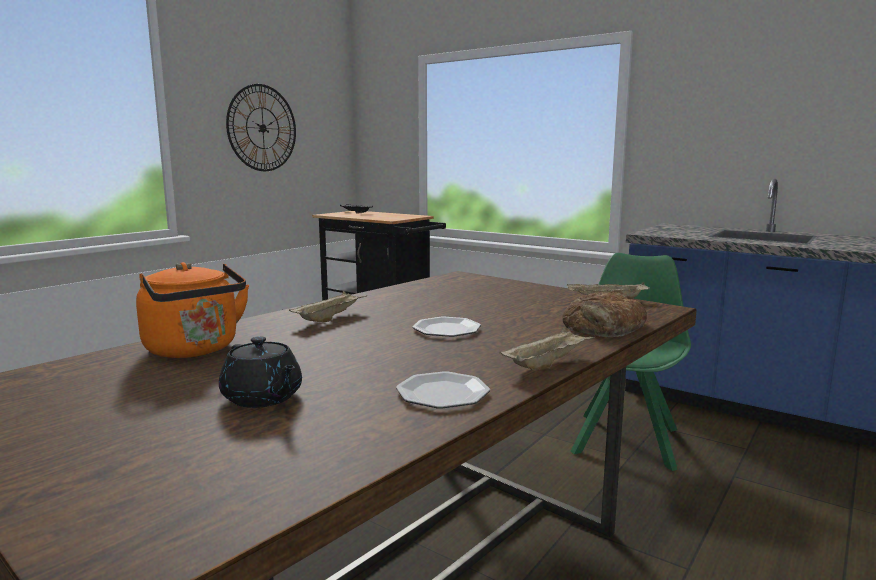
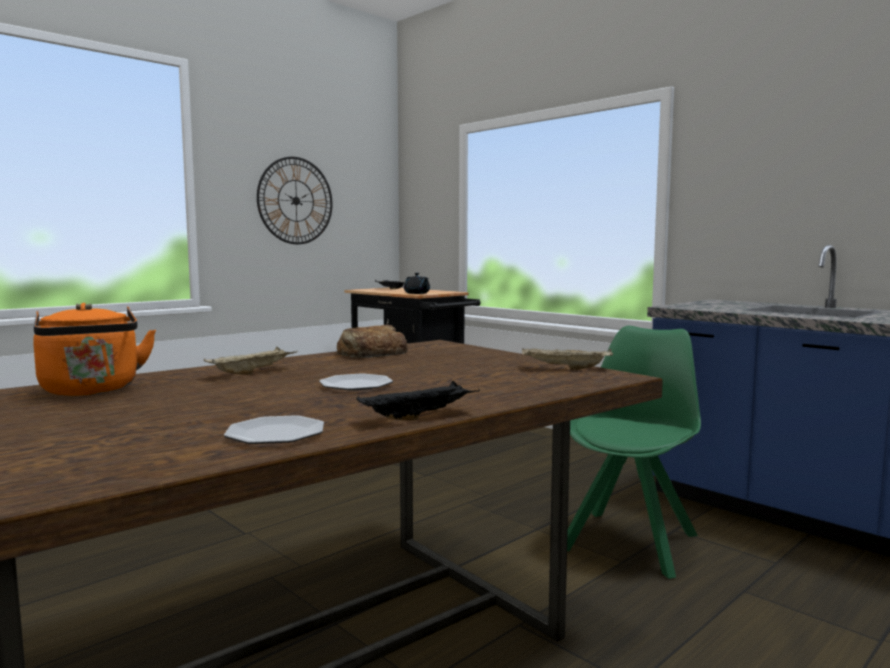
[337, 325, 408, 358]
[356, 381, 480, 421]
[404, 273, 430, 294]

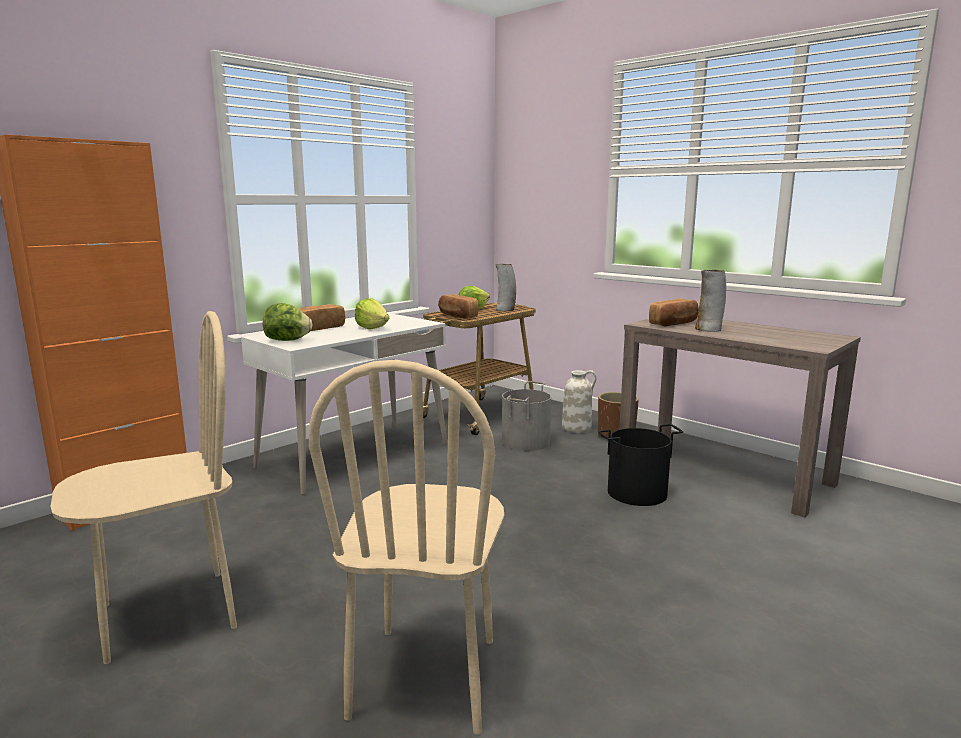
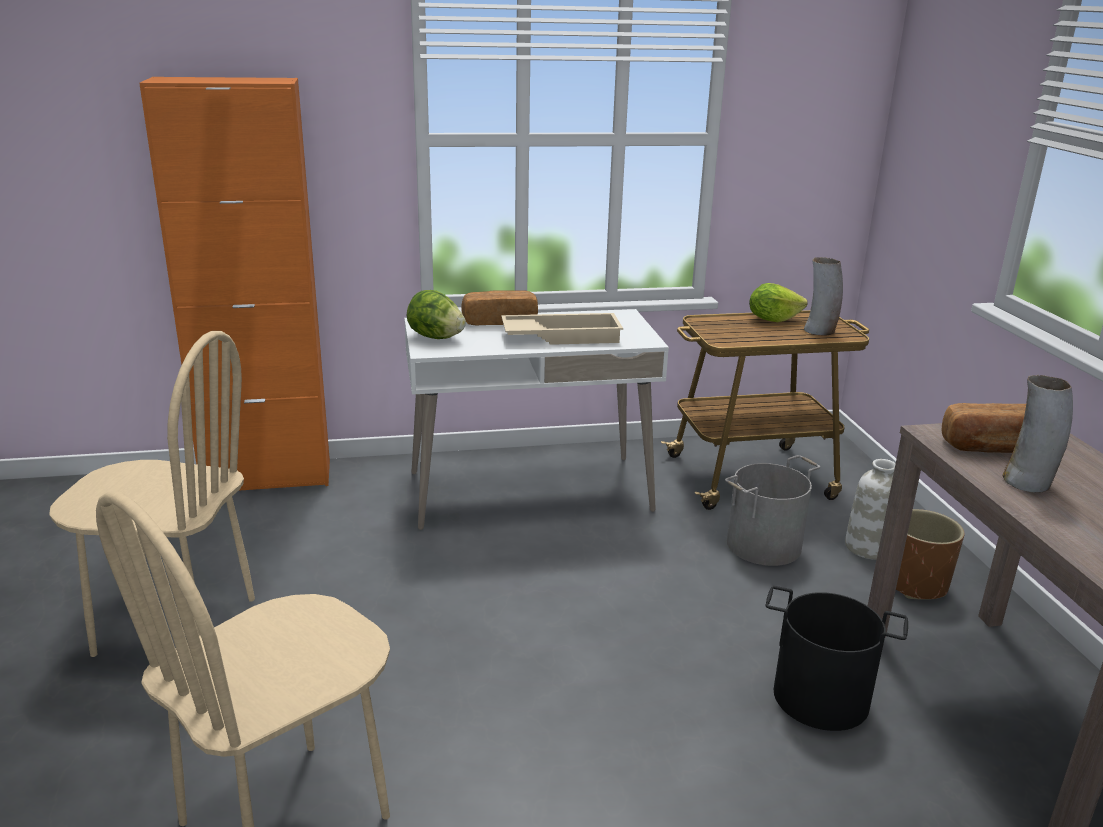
[438, 294, 479, 318] (first image)
[501, 313, 623, 345]

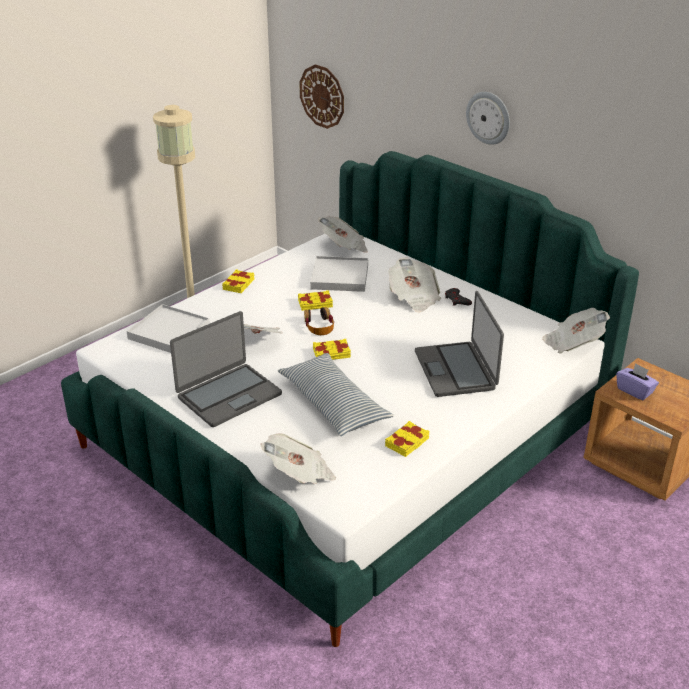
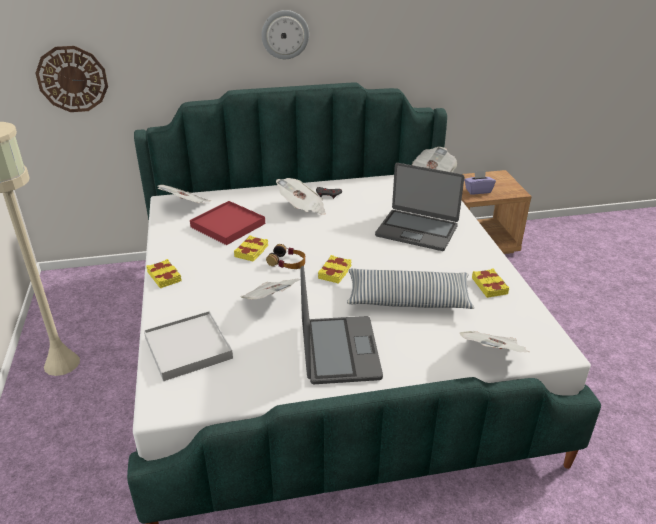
[190, 201, 265, 245]

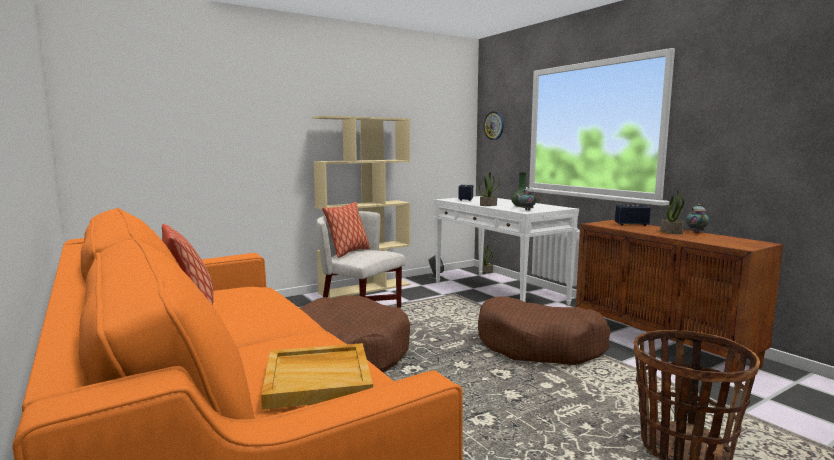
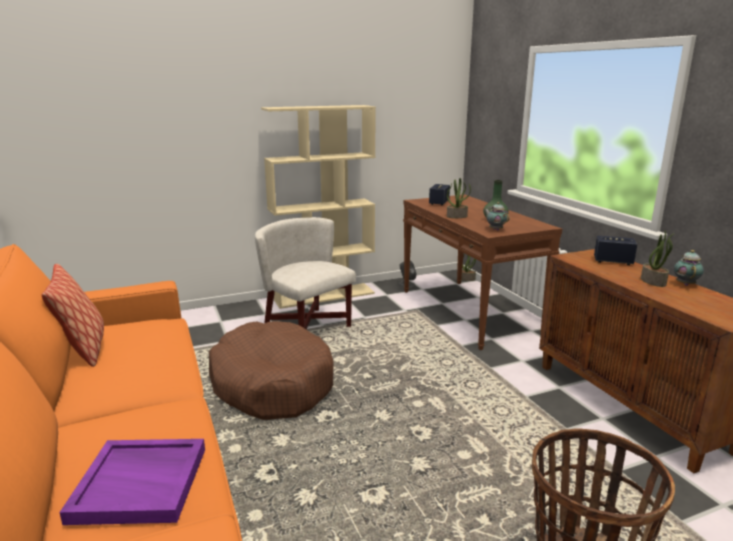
[484, 111, 504, 140] (first image)
[403, 194, 562, 350]
[322, 202, 370, 258] (first image)
[478, 296, 611, 365] (first image)
[59, 439, 205, 525]

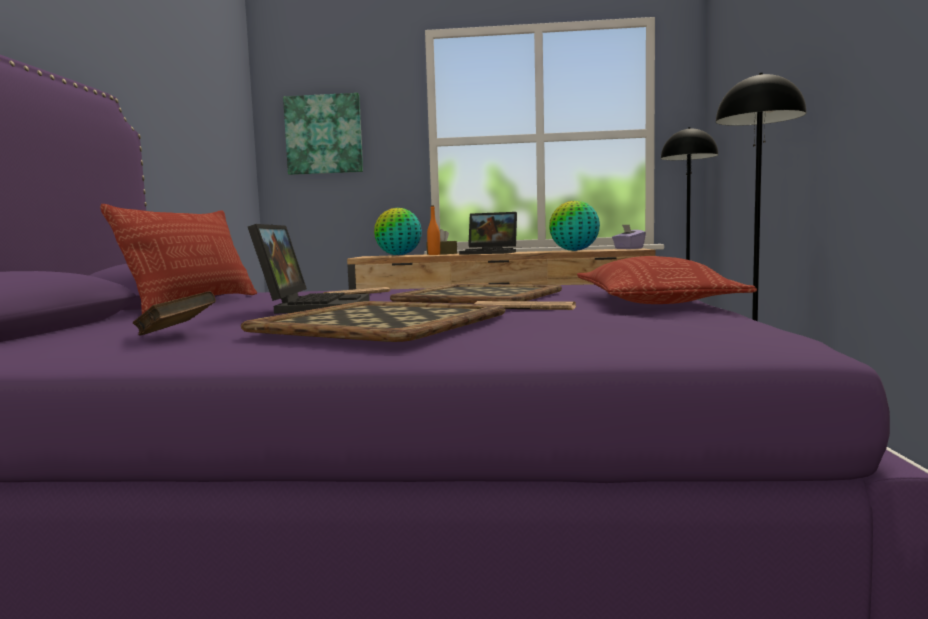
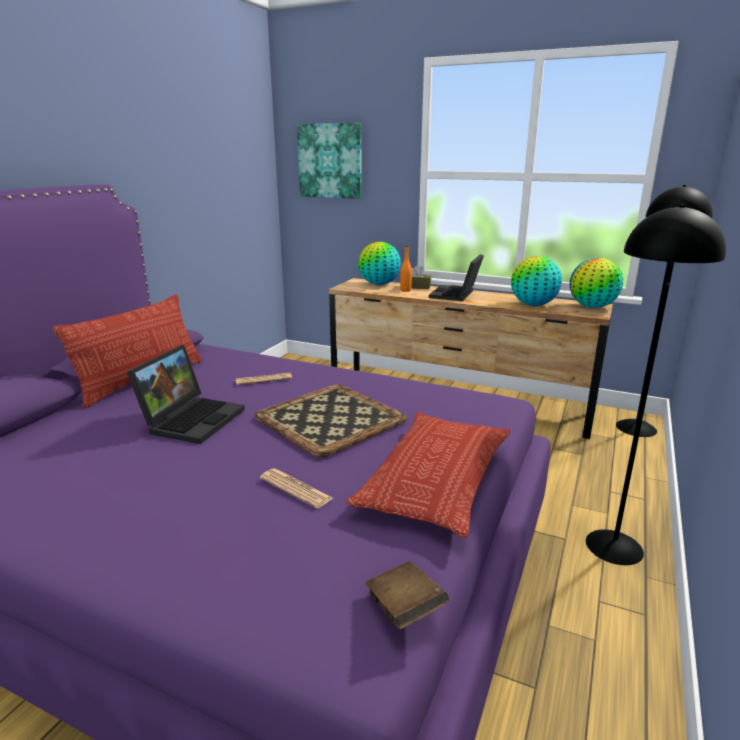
[429, 254, 484, 301]
[570, 257, 623, 308]
[365, 561, 449, 630]
[241, 301, 505, 342] (first image)

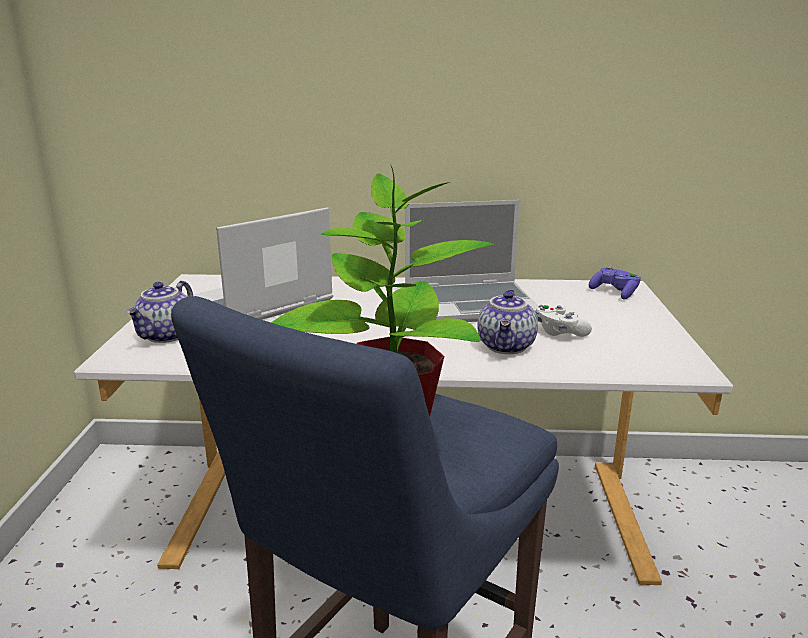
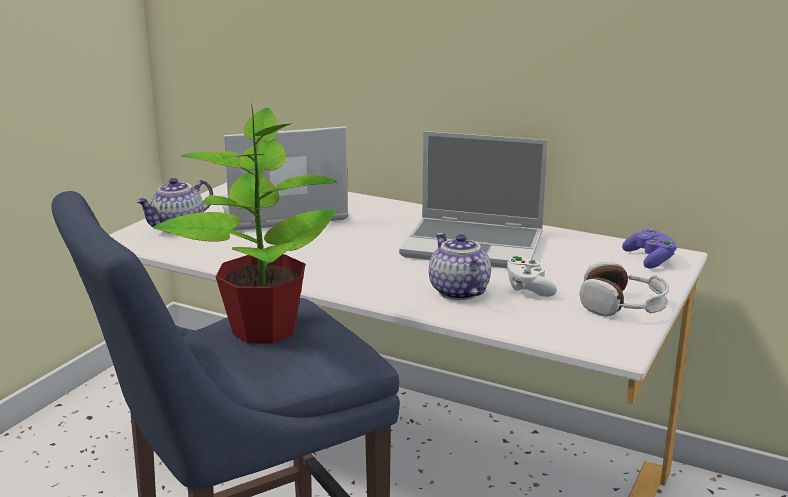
[429, 233, 491, 300]
[580, 262, 669, 317]

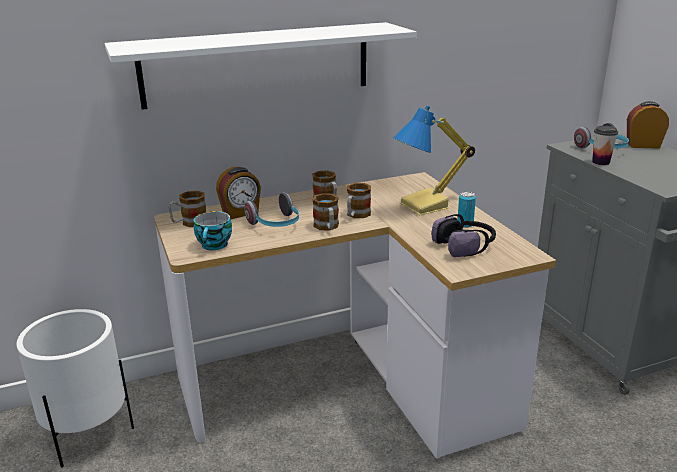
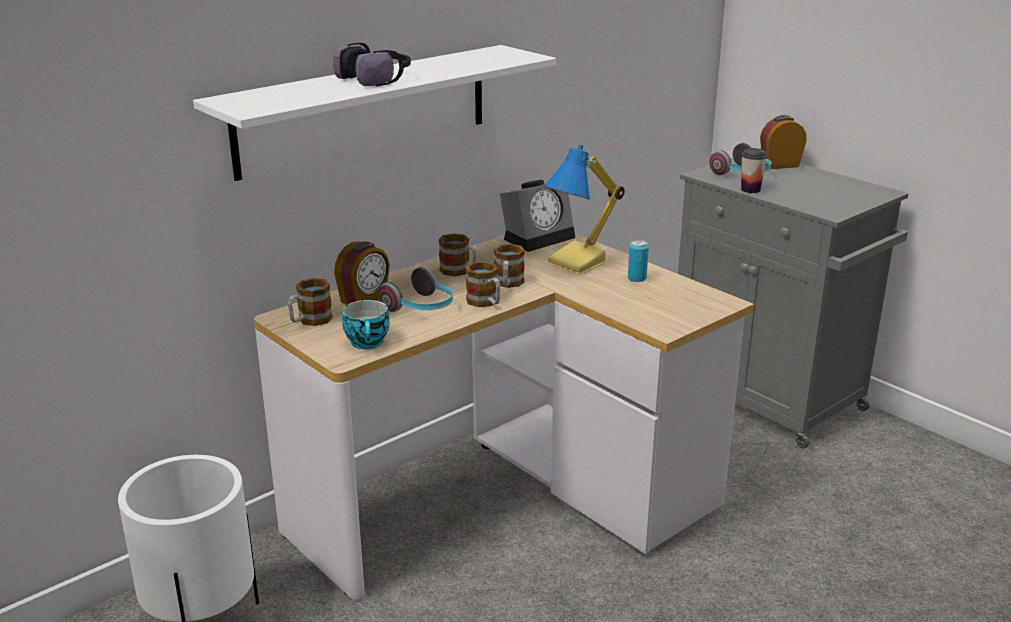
[333, 43, 411, 86]
[500, 180, 575, 252]

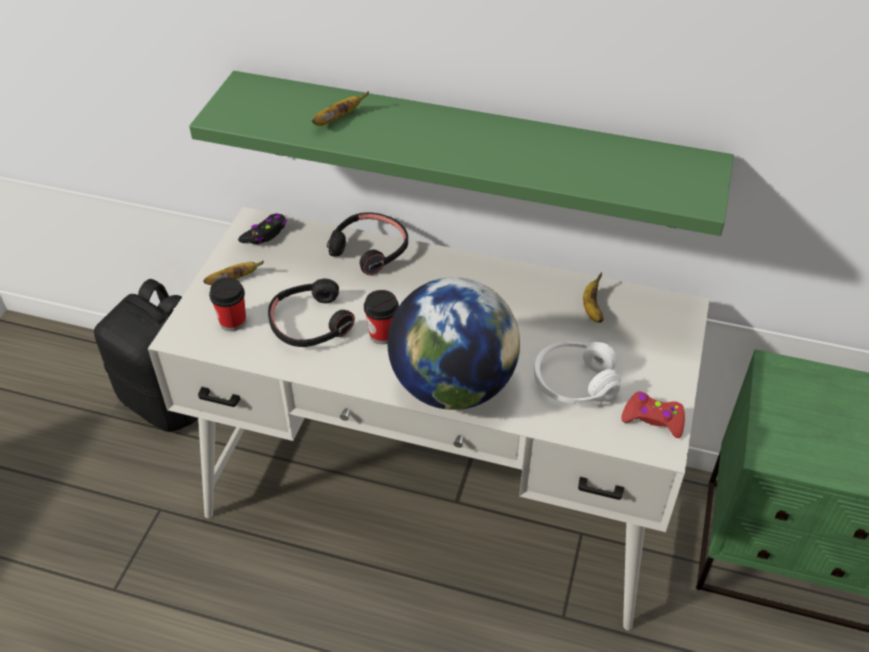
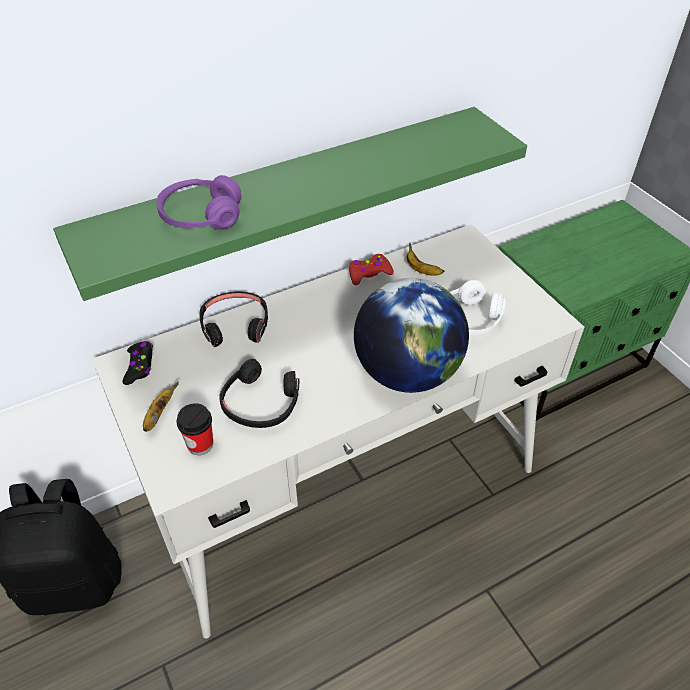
[157, 175, 242, 230]
[364, 290, 399, 344] (first image)
[349, 254, 394, 285]

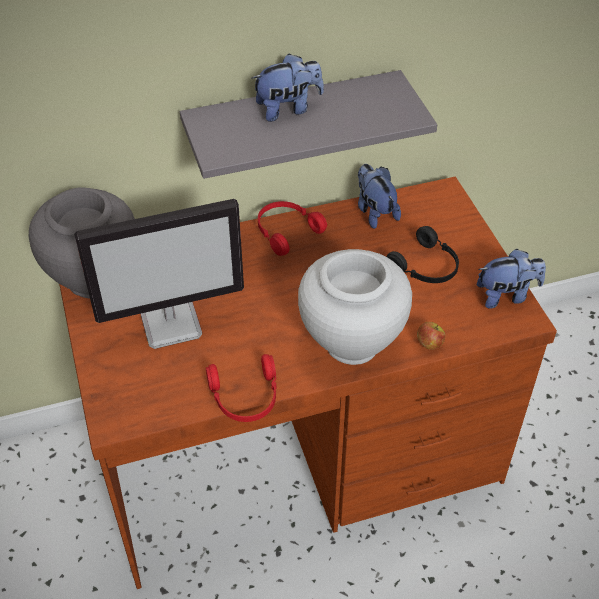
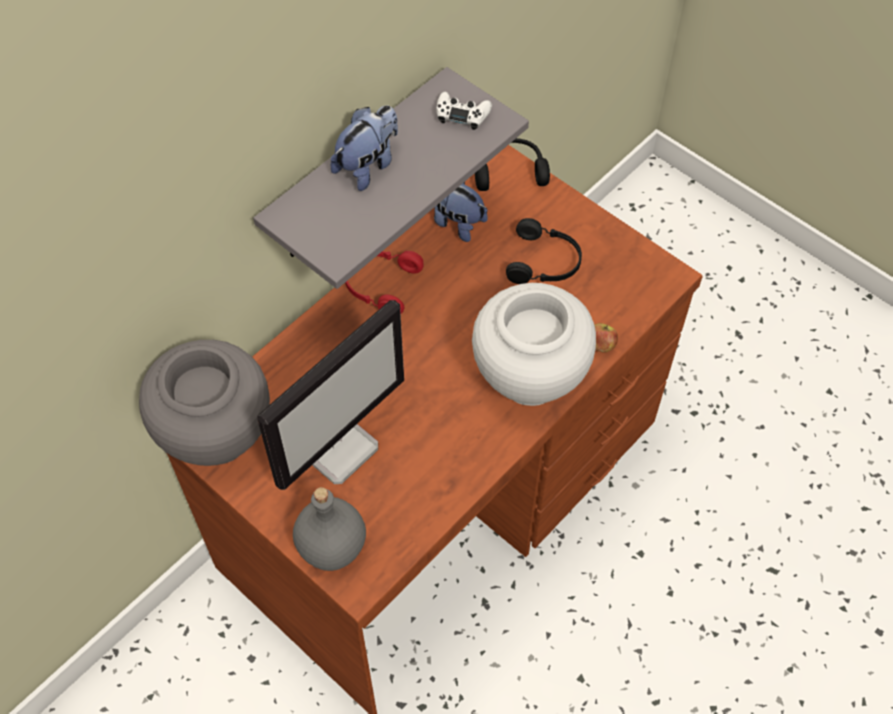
[477, 249, 546, 309] (first image)
[206, 354, 276, 422] (first image)
[436, 92, 492, 130]
[475, 138, 550, 191]
[293, 487, 366, 571]

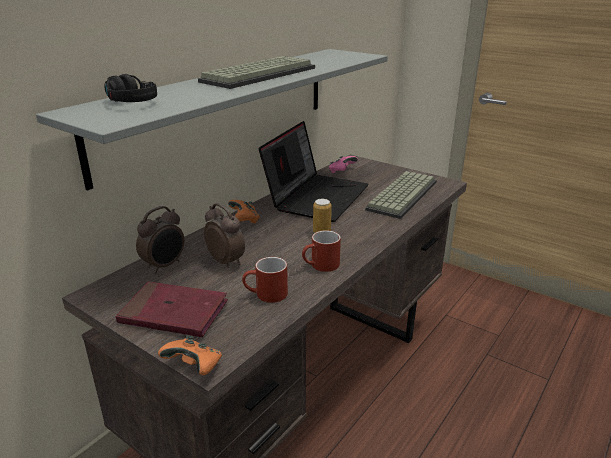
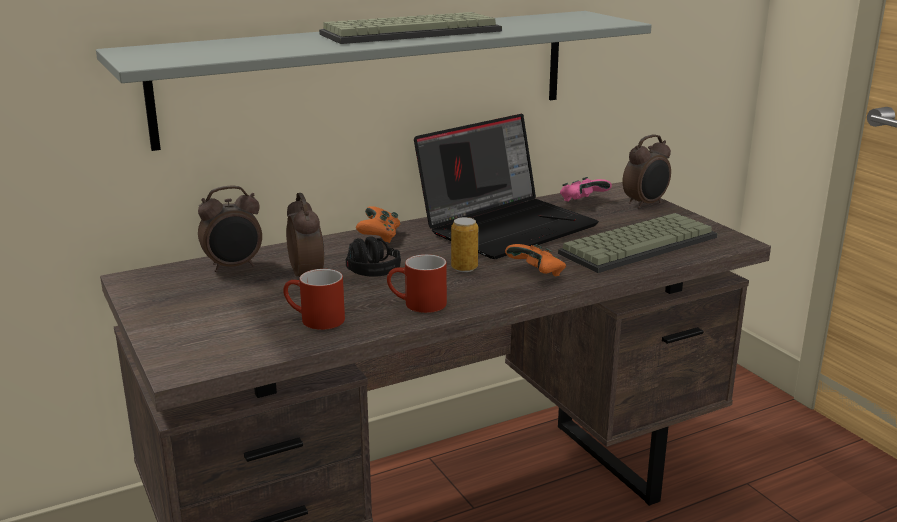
[346, 236, 401, 277]
[116, 281, 228, 337] (first image)
[505, 244, 566, 277]
[622, 134, 671, 209]

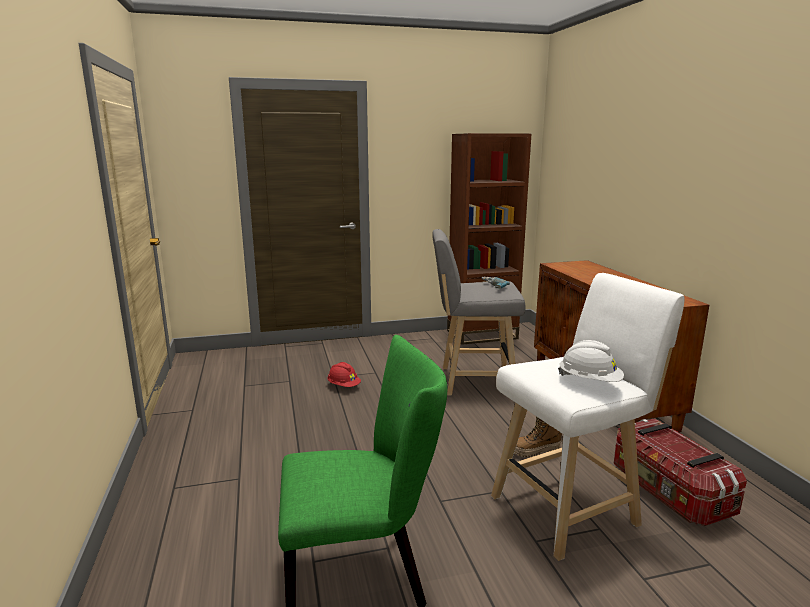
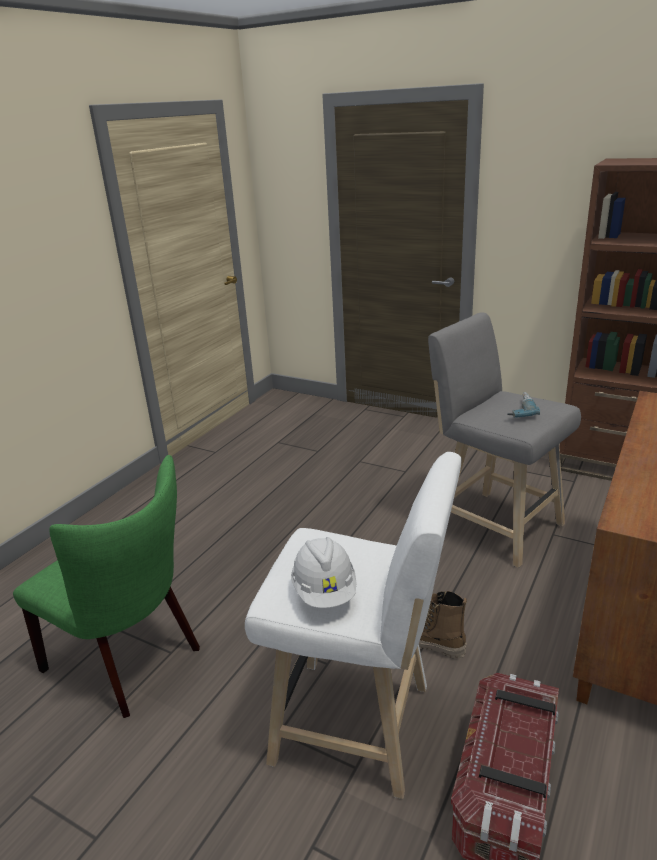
[327, 362, 361, 387] (first image)

